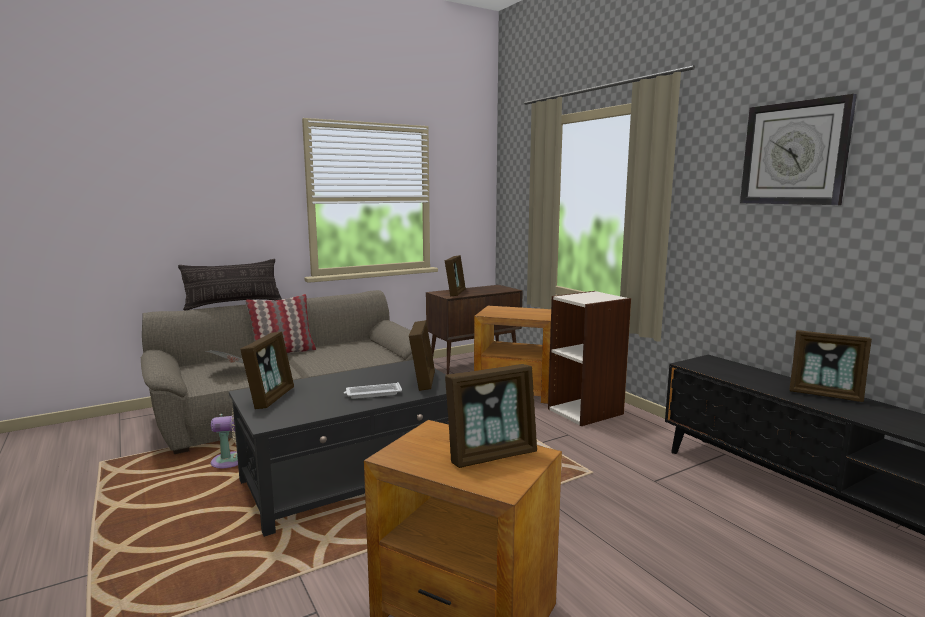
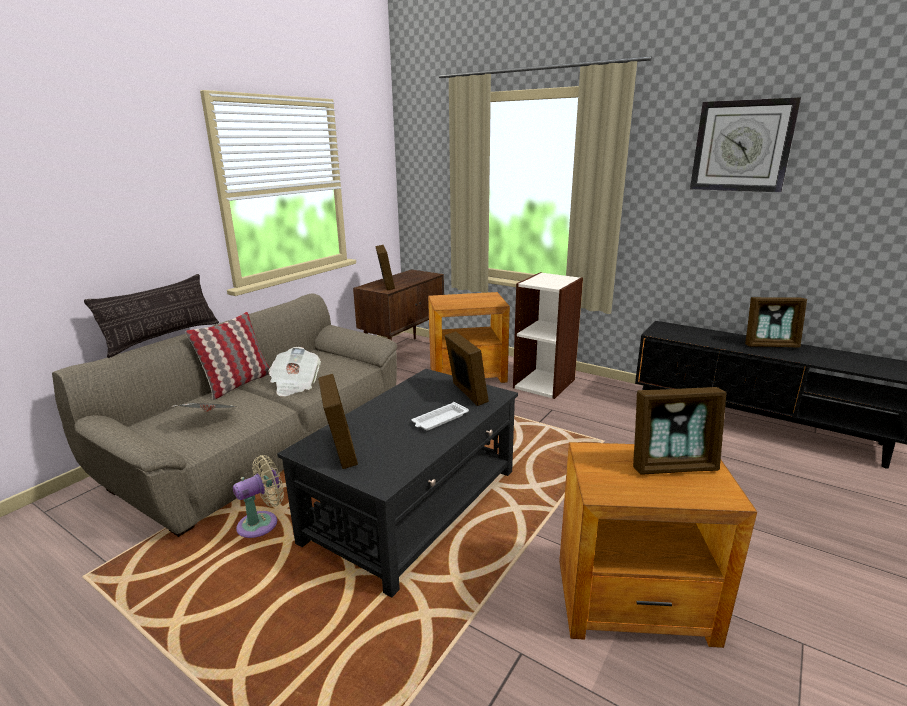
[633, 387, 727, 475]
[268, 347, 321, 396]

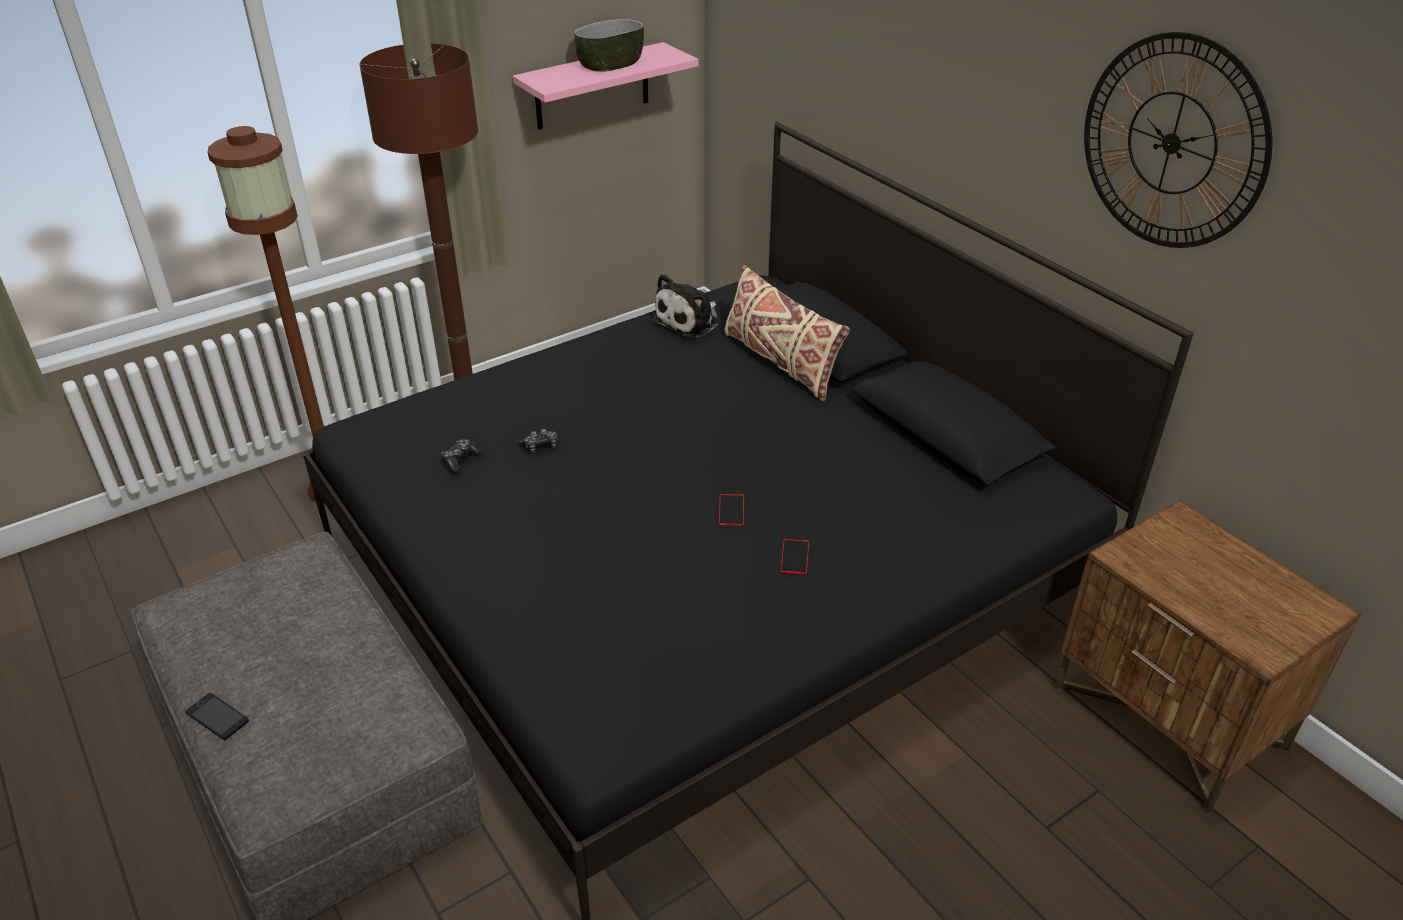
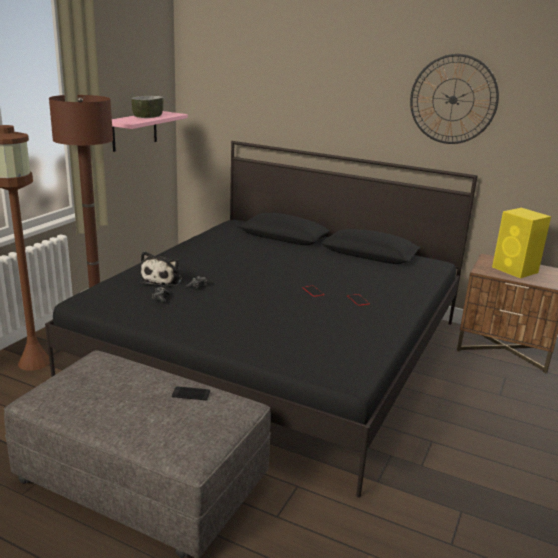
[724, 265, 850, 402] (first image)
[140, 251, 182, 287]
[172, 386, 210, 400]
[492, 208, 551, 278]

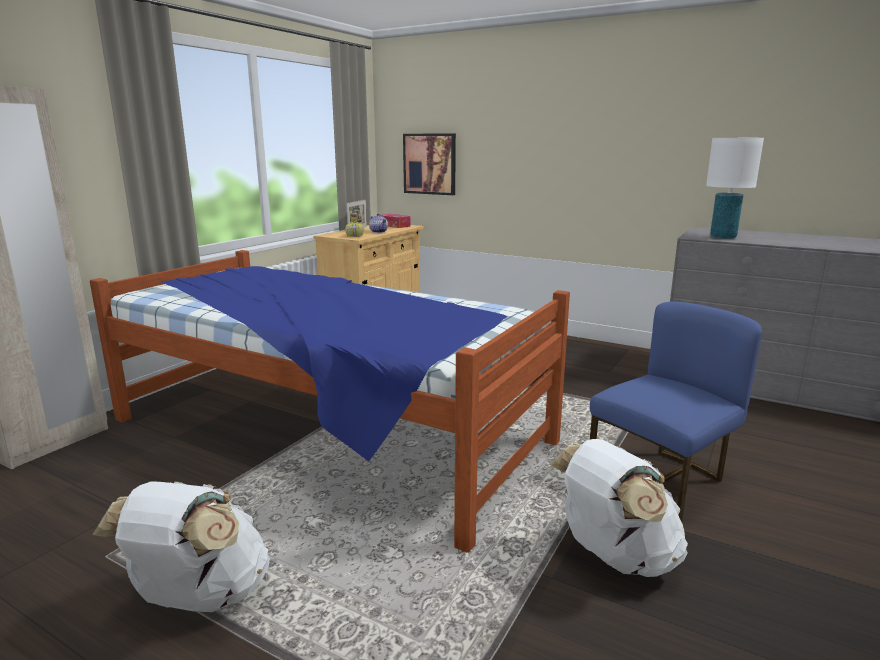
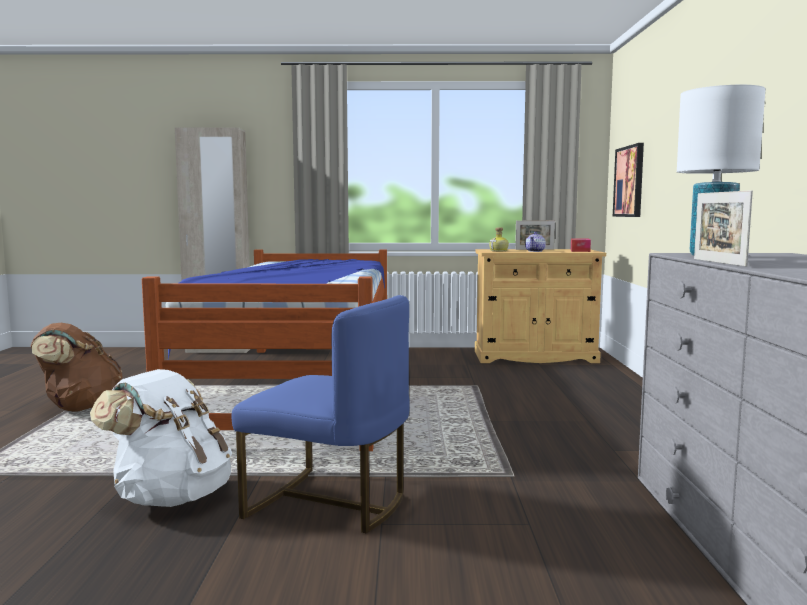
[30, 323, 122, 412]
[694, 190, 753, 267]

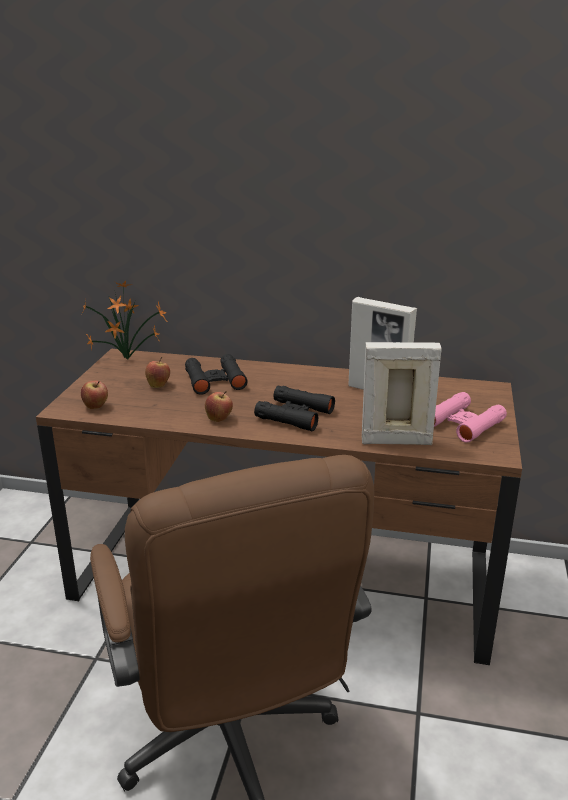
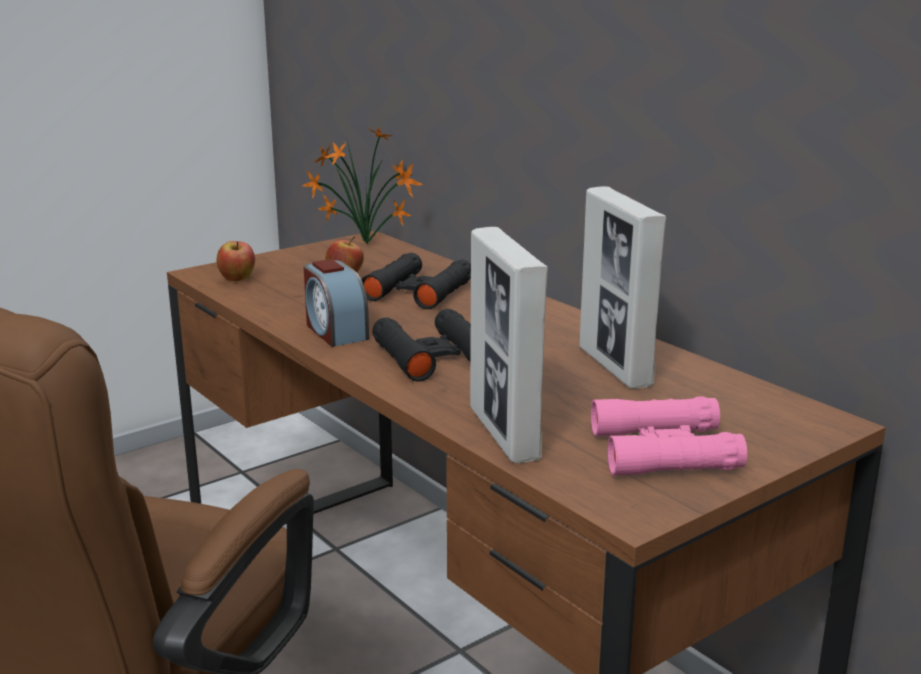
[470, 227, 548, 463]
[304, 259, 369, 347]

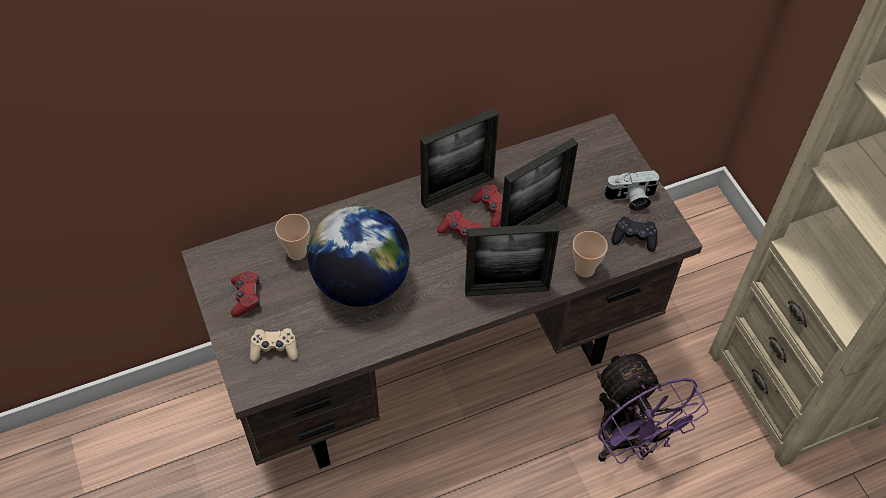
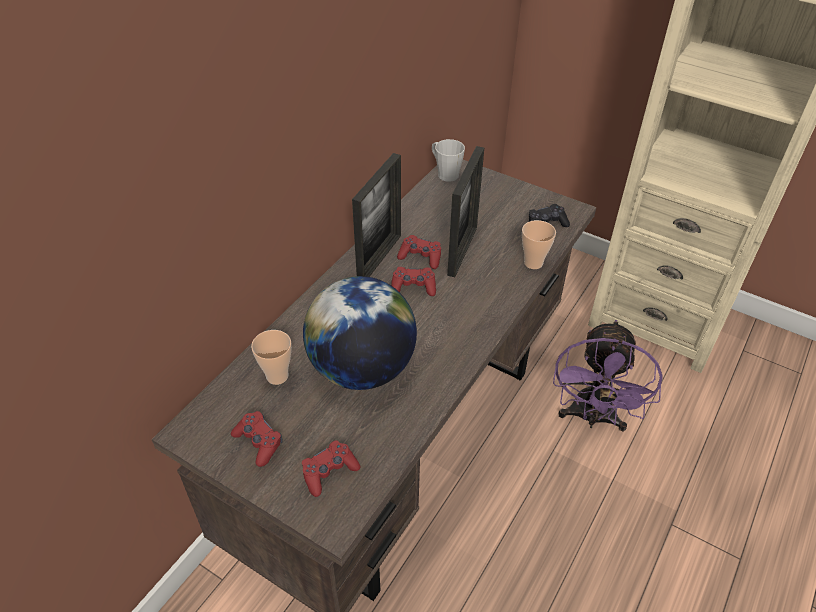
[604, 170, 660, 211] (first image)
[465, 223, 560, 296] (first image)
[302, 440, 360, 497]
[553, 320, 663, 431]
[432, 139, 465, 182]

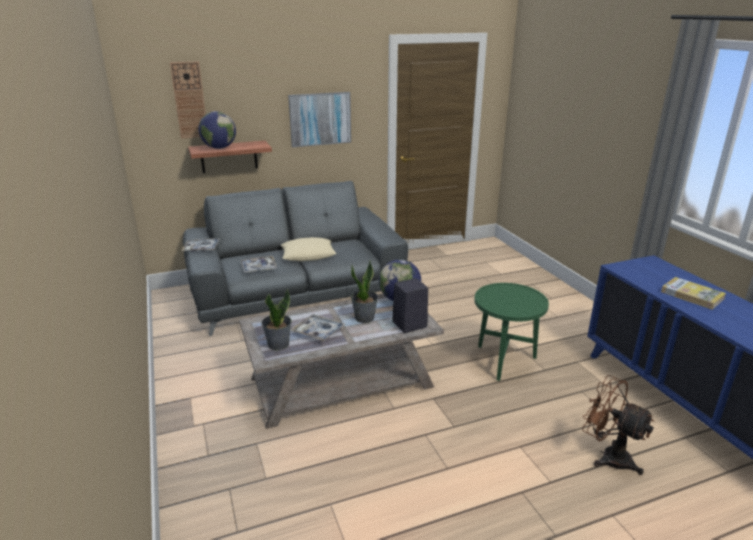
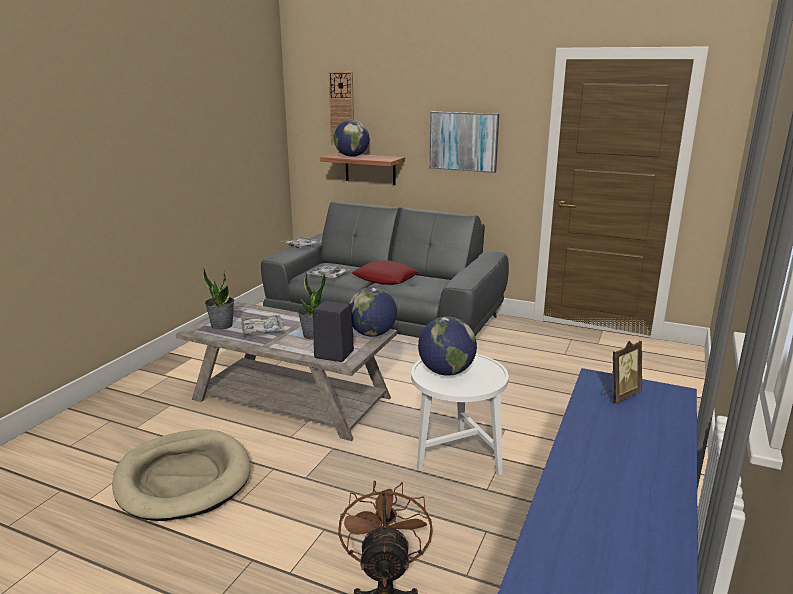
[352, 261, 419, 285]
[661, 277, 726, 310] (first image)
[411, 354, 509, 475]
[418, 317, 477, 376]
[601, 341, 642, 403]
[112, 429, 251, 521]

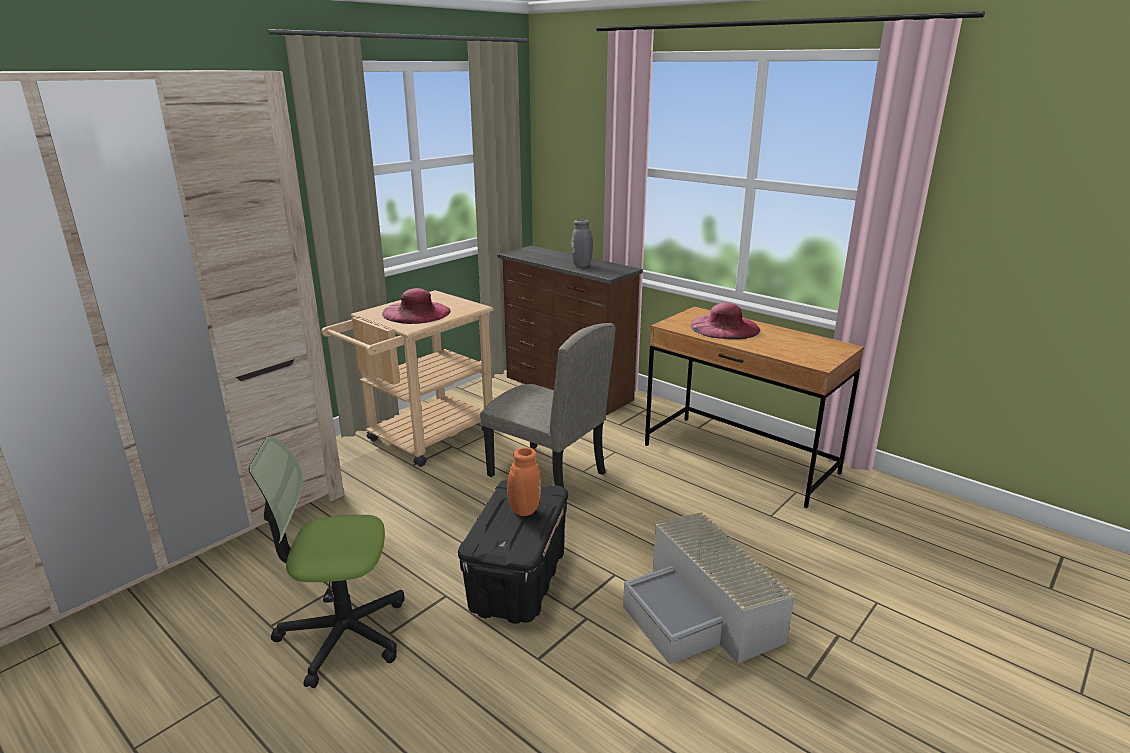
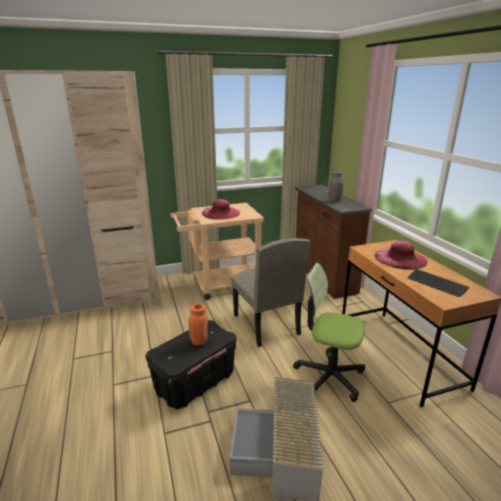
[293, 263, 365, 402]
[408, 269, 469, 297]

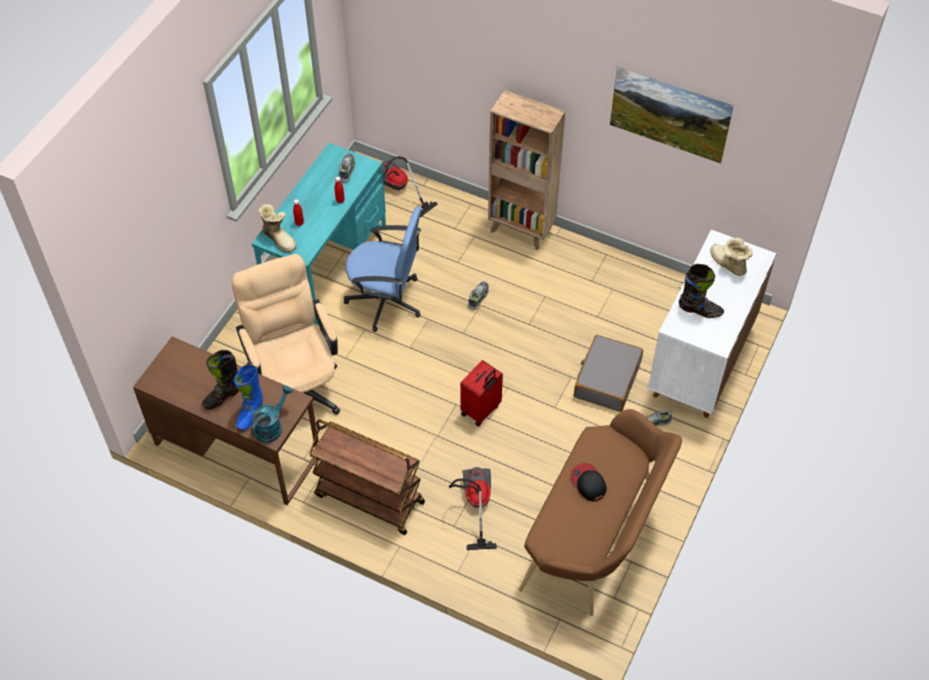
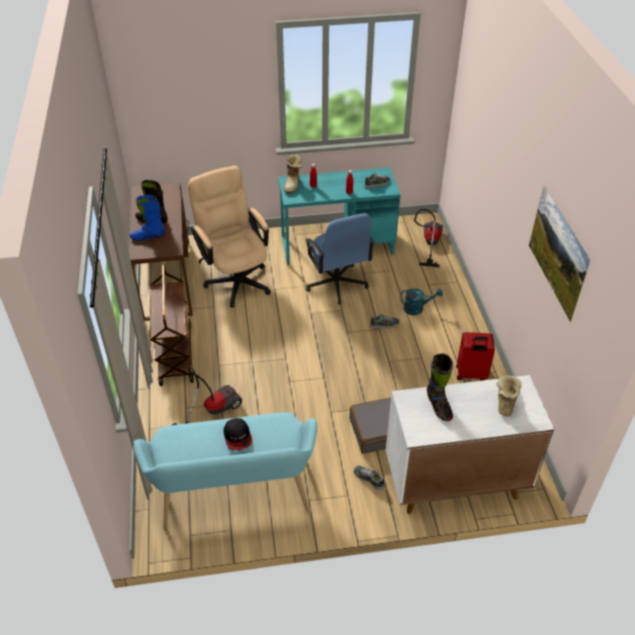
[488, 90, 565, 250] (first image)
[188, 166, 271, 308]
[456, 332, 495, 381]
[400, 288, 443, 315]
[133, 412, 317, 529]
[223, 418, 252, 451]

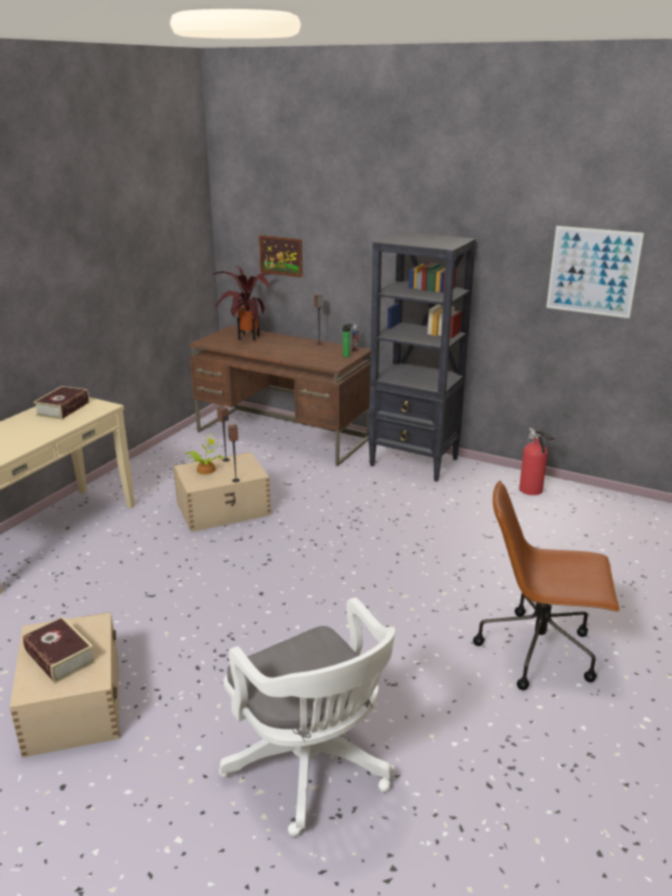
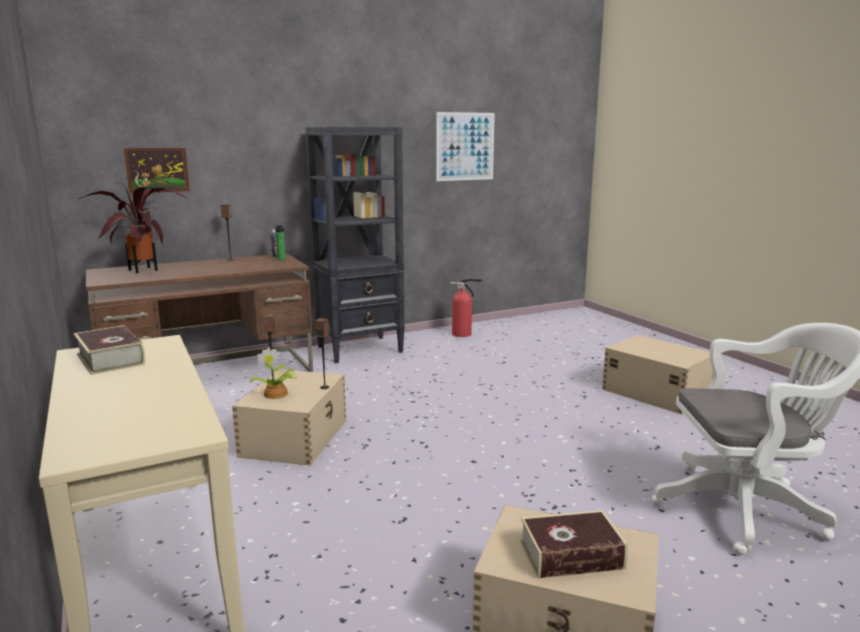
[602, 335, 713, 414]

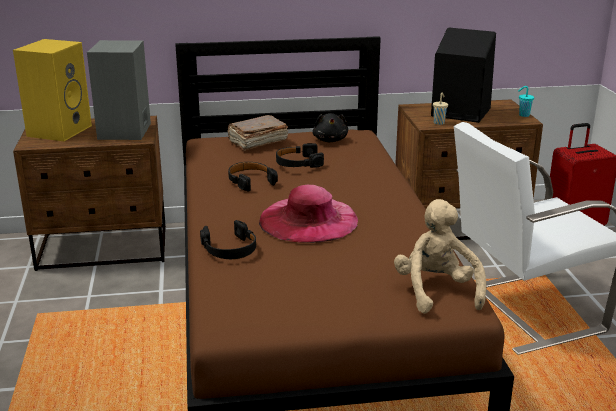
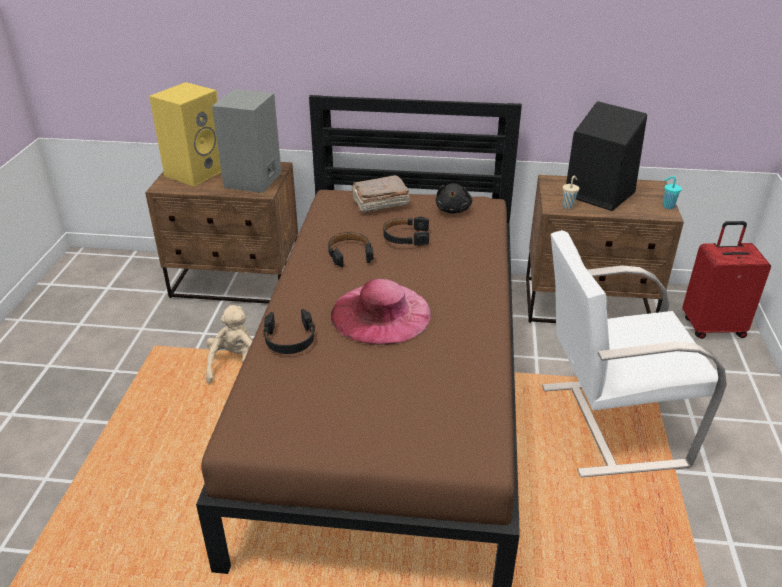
[206, 305, 252, 384]

